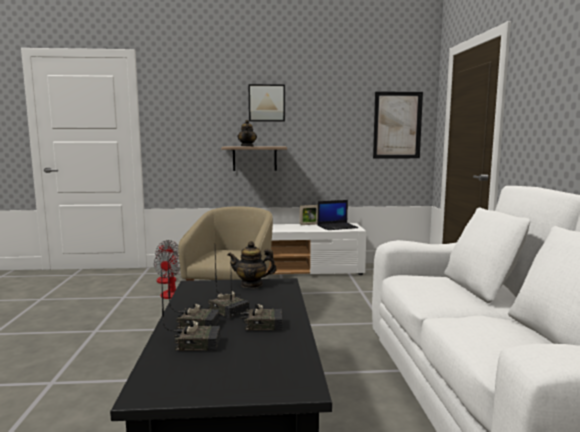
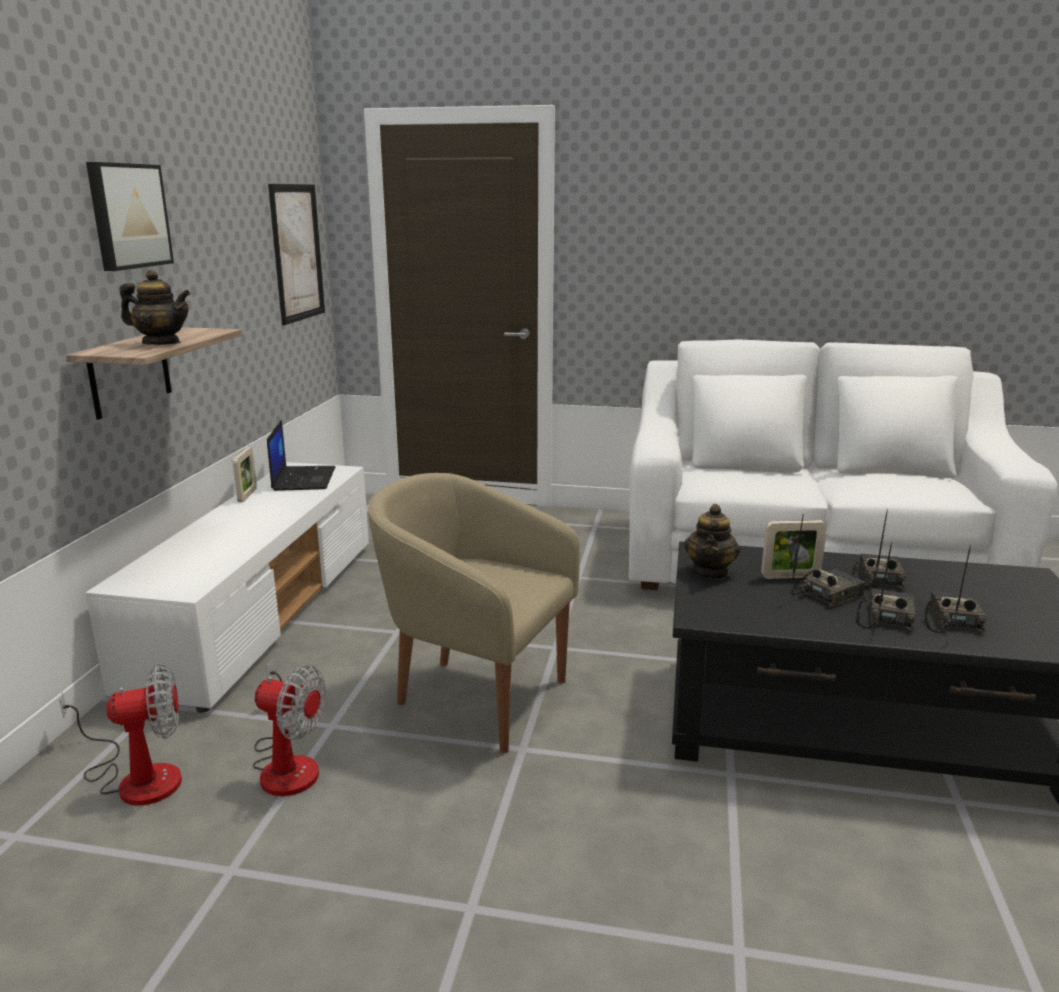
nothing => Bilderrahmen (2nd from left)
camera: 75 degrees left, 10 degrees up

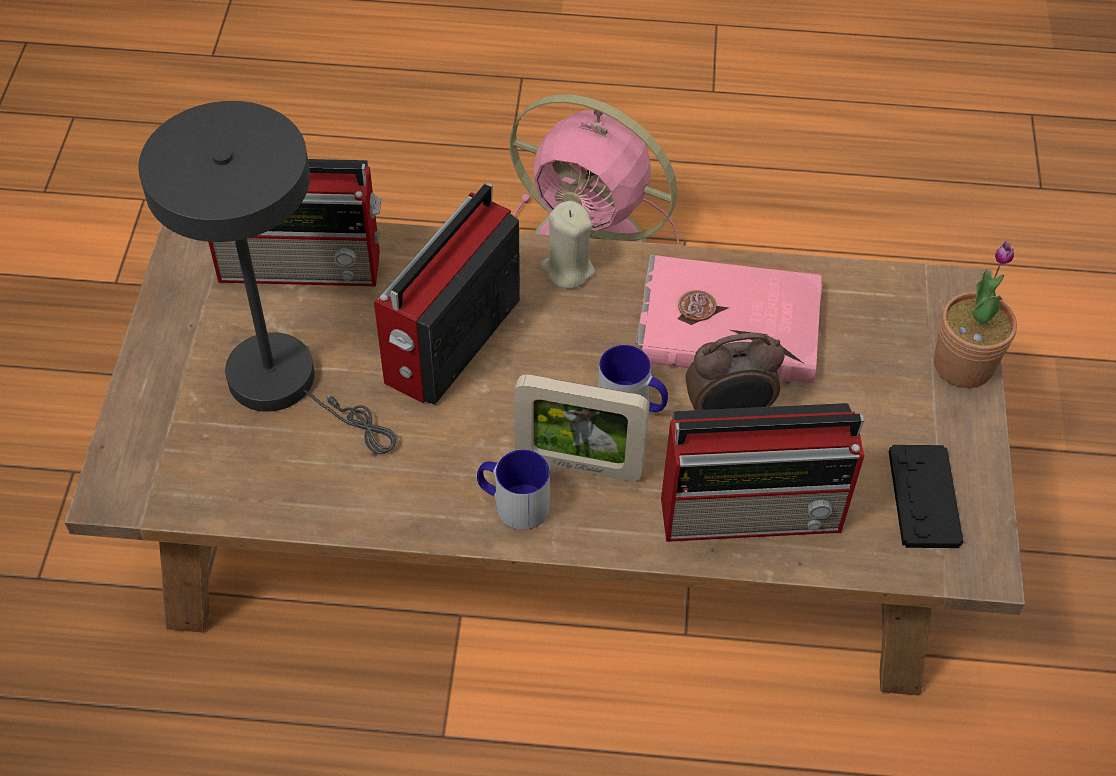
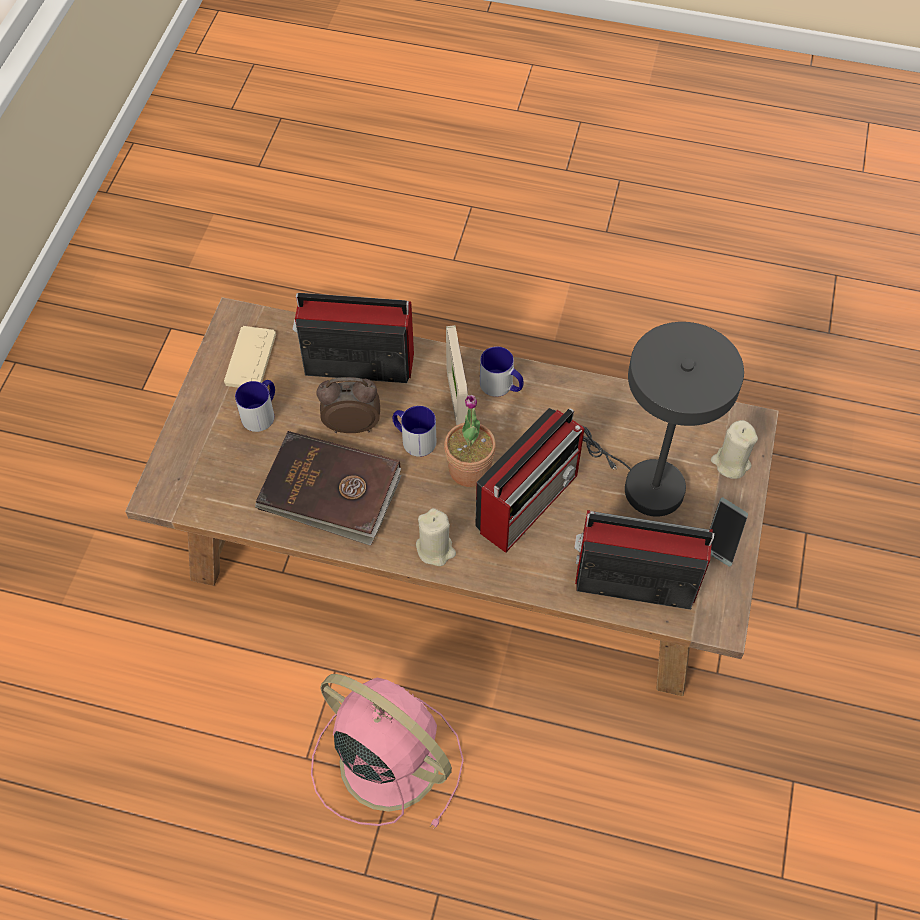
Topfpflanze, move
Buch [rosa] => Buch [braun]
Bilderrahmen, 120 degrees counterclockwise
Gamepad [schwarz] => Gamepad [beige]
nothing => Henkelbecher (1st from left)
nothing => Kerze [beige] (2nd from left)
nothing => Handy
camera: 170 degrees left, 5 degrees up

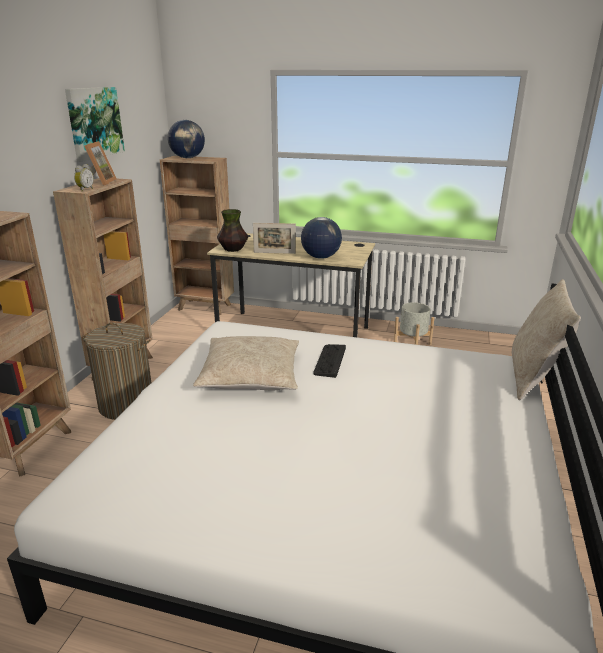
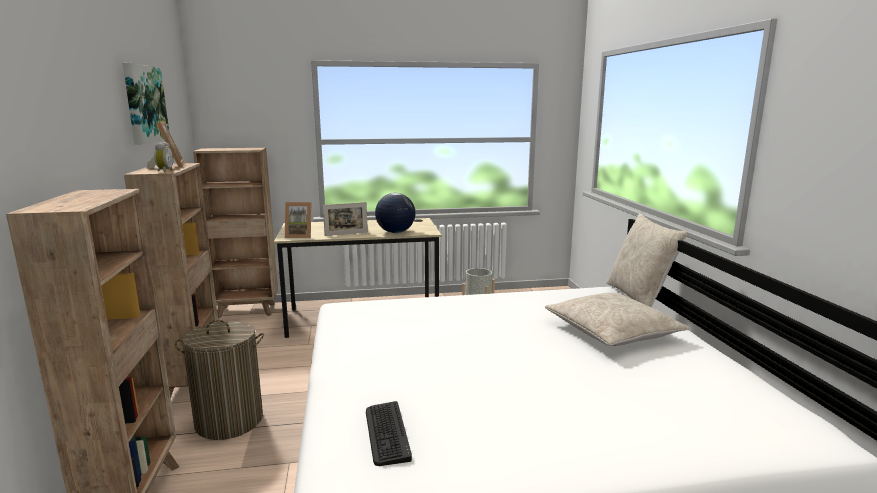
Globus (1st from left) => nothing
Vase => Bilderrahmen (2nd from left)
Kissen [beige] (1st from left), move
Tastatur, move
camera: 25 degrees left, 10 degrees down

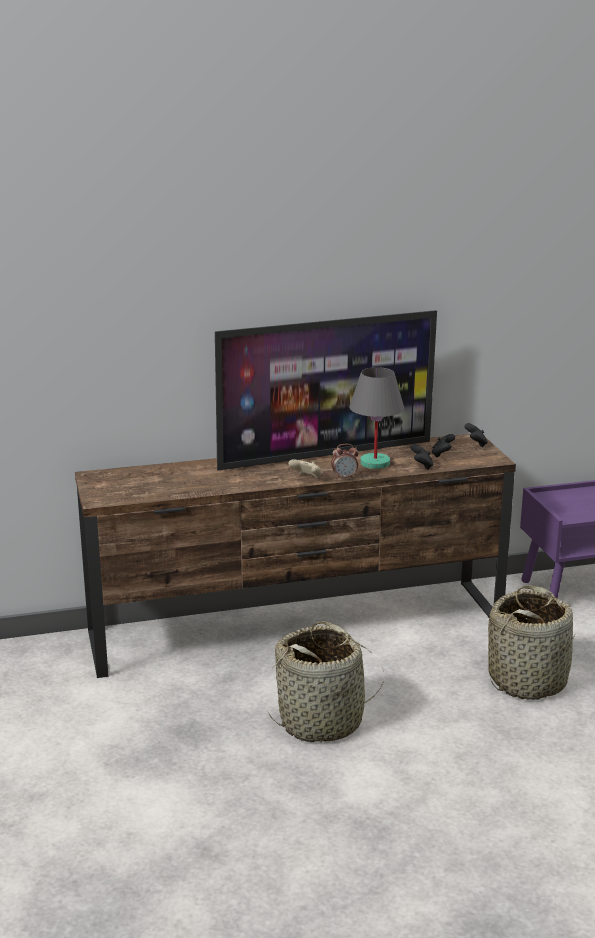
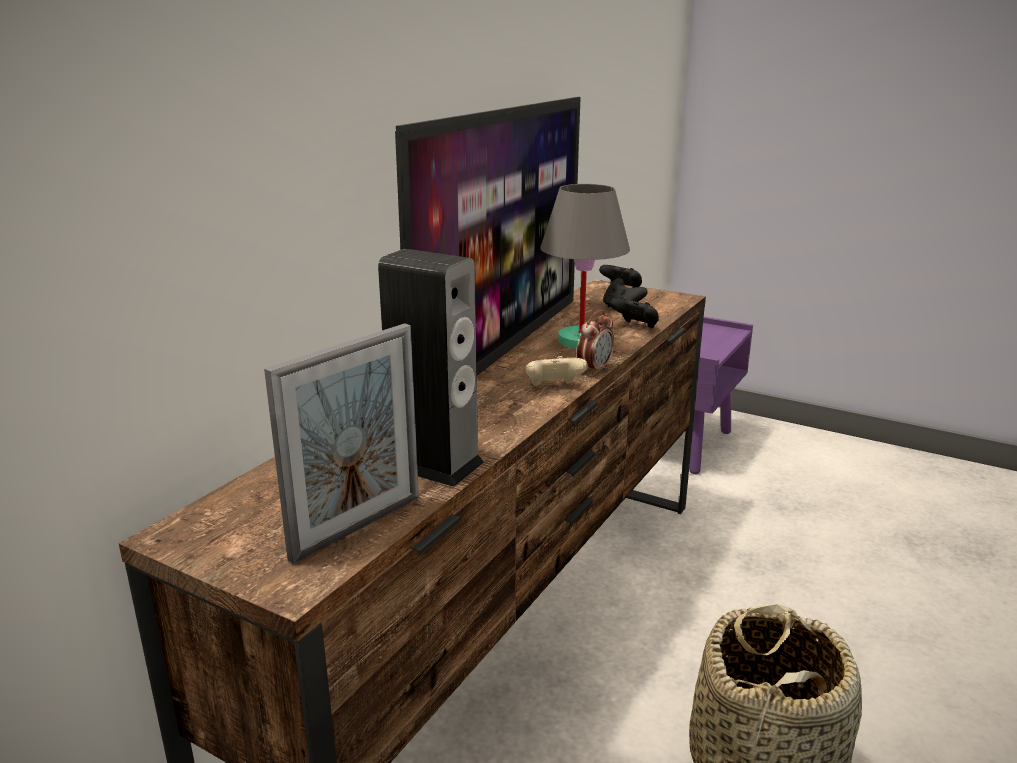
Korb (2nd from left) => nothing
nothing => Lautsprecher
nothing => Bilderrahmen
camera: 45 degrees left, 0 degrees up

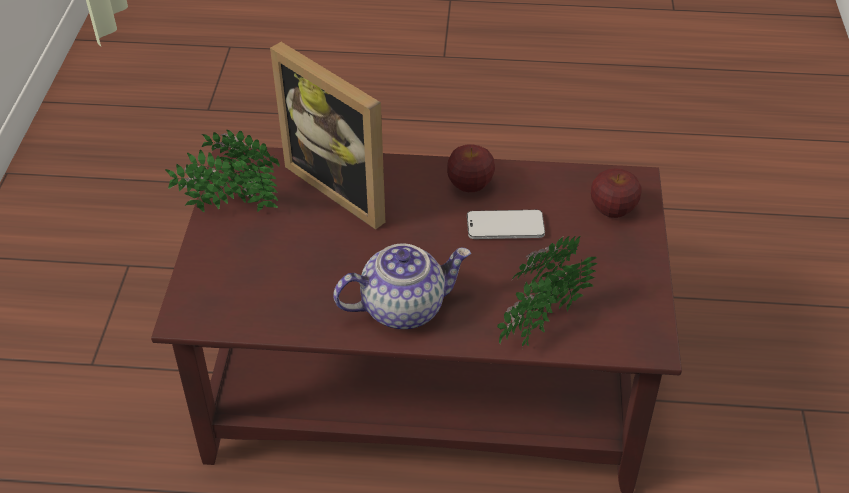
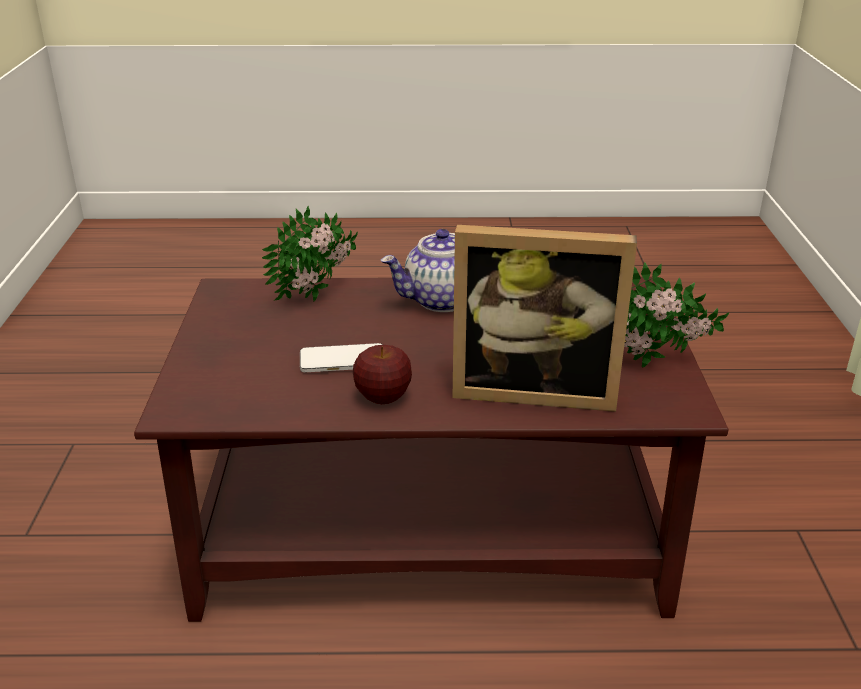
Bilderrahmen, 150 degrees clockwise
Apfel (2nd from left) => nothing
camera: 175 degrees right, 15 degrees down

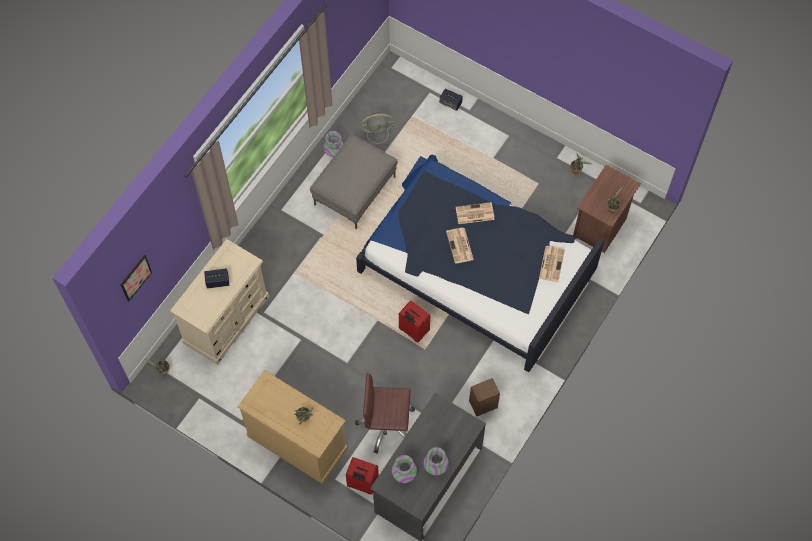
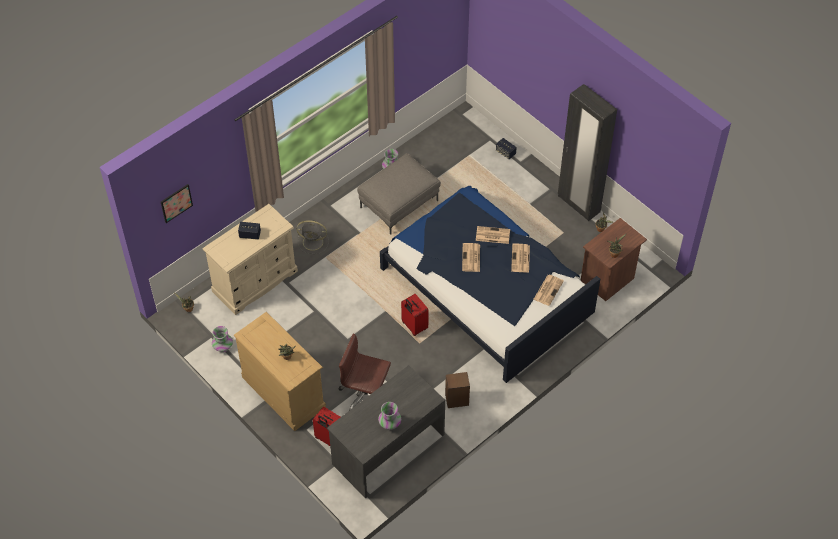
Ventilator [grau], move
Vase (2nd from left in the first image) => Vase (1st from left), move
nothing => Kleiderschrank [schwarz]
nothing => Zeitung (3rd from left)
camera: 15 degrees right, 10 degrees down

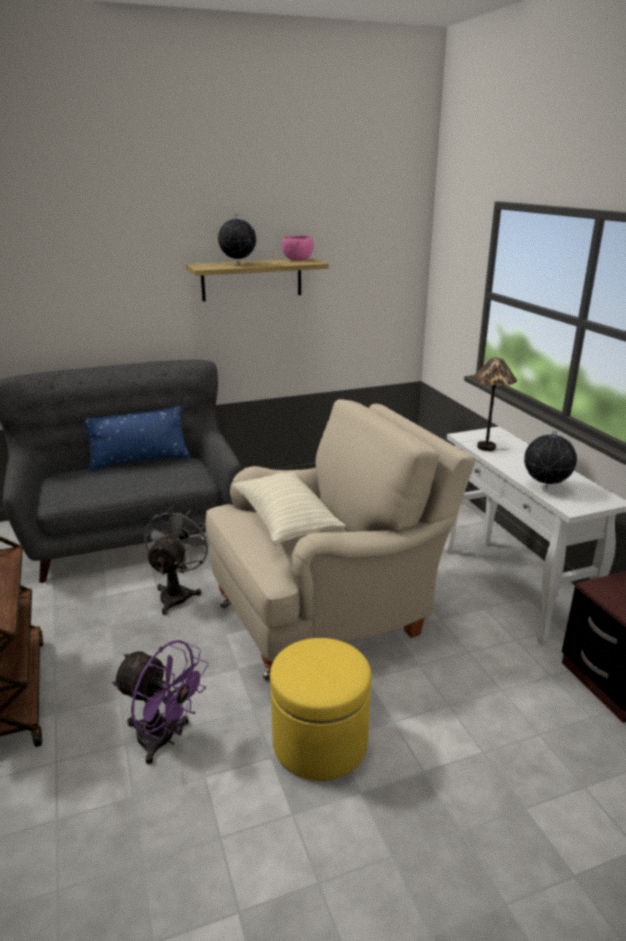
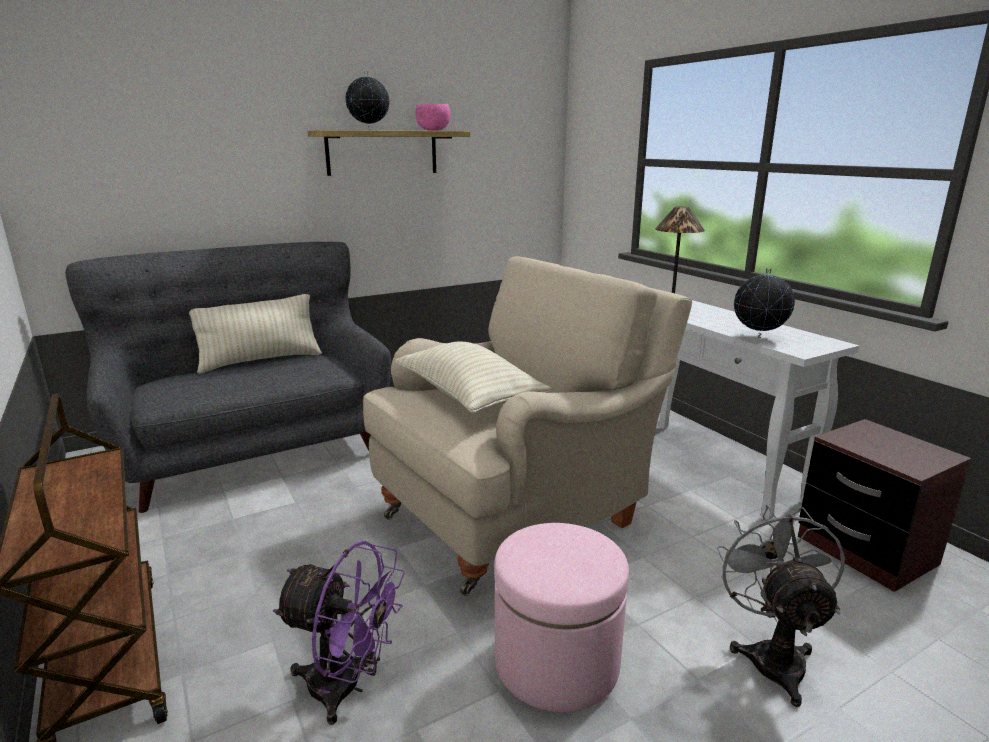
Kissen [blau] => Kissen [beige] (1st from left)
Ventilator [grau], move
Polsterhocker [gelb] => Polsterhocker [rosa]
camera: 10 degrees left, 5 degrees down

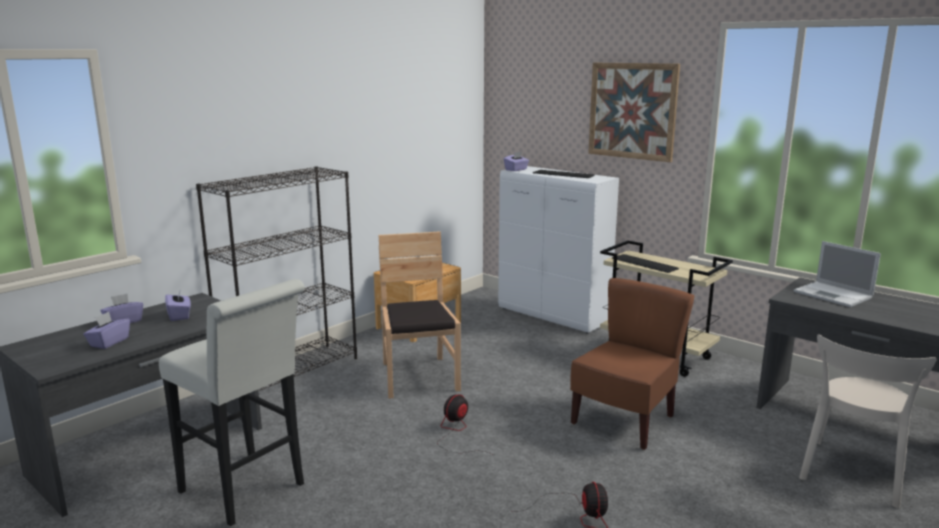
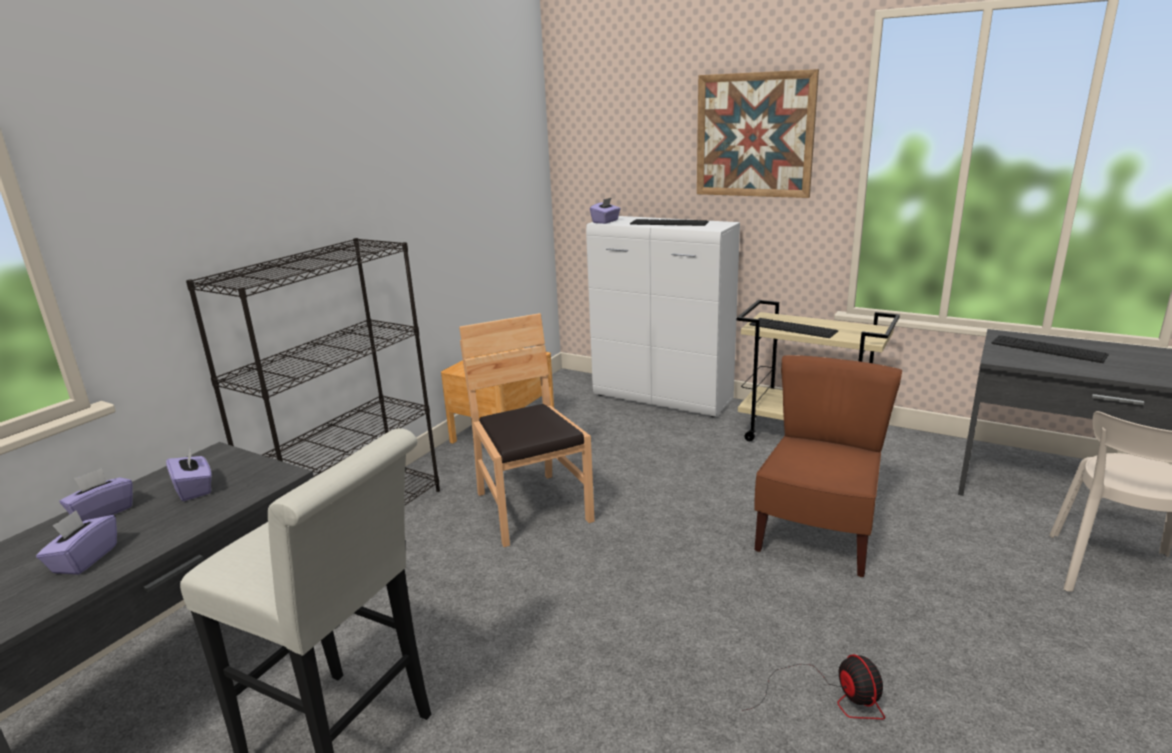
Laptop => Tastatur (3rd from left)
Ventilator (1st from left) => nothing
camera: 10 degrees left, 5 degrees up

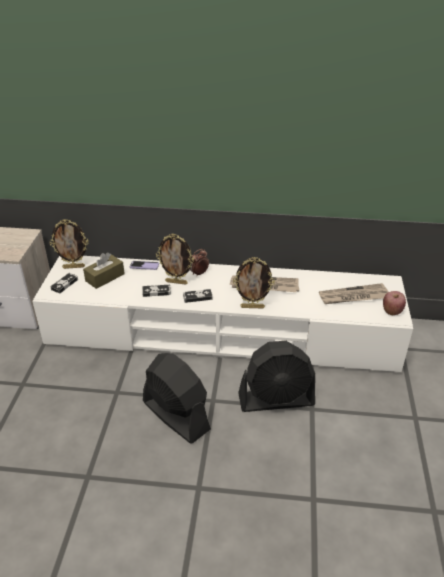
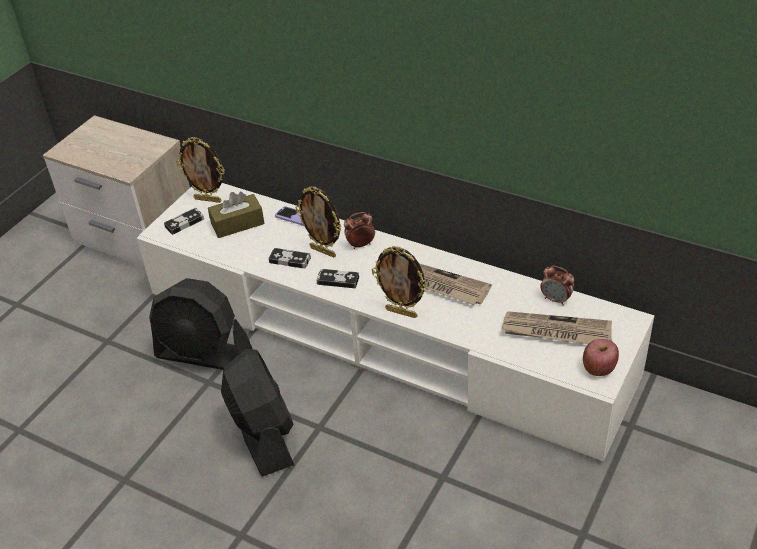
Ventilator [schwarz] (2nd from left in the first image) => Ventilator [schwarz] (1st from left), move
nothing => Wecker (2nd from left)
camera: 25 degrees right, 5 degrees up

